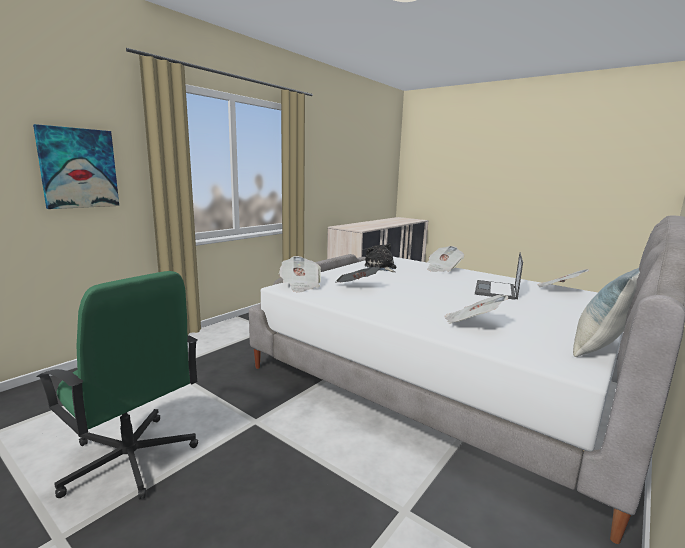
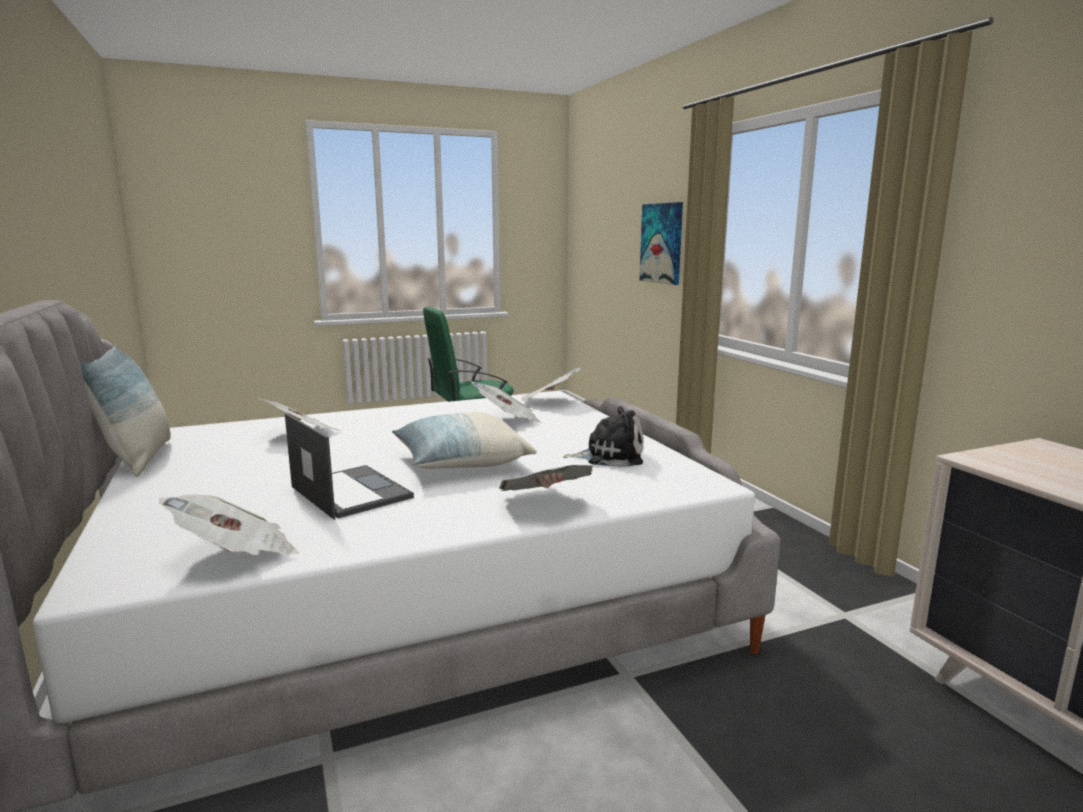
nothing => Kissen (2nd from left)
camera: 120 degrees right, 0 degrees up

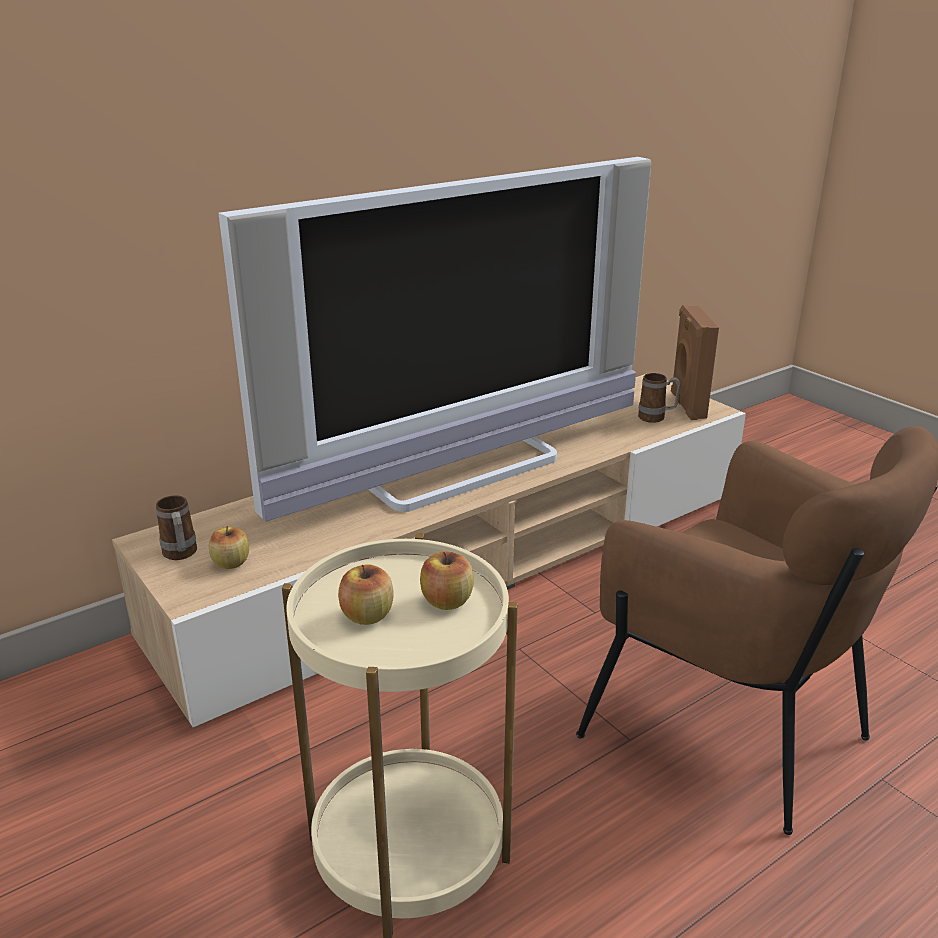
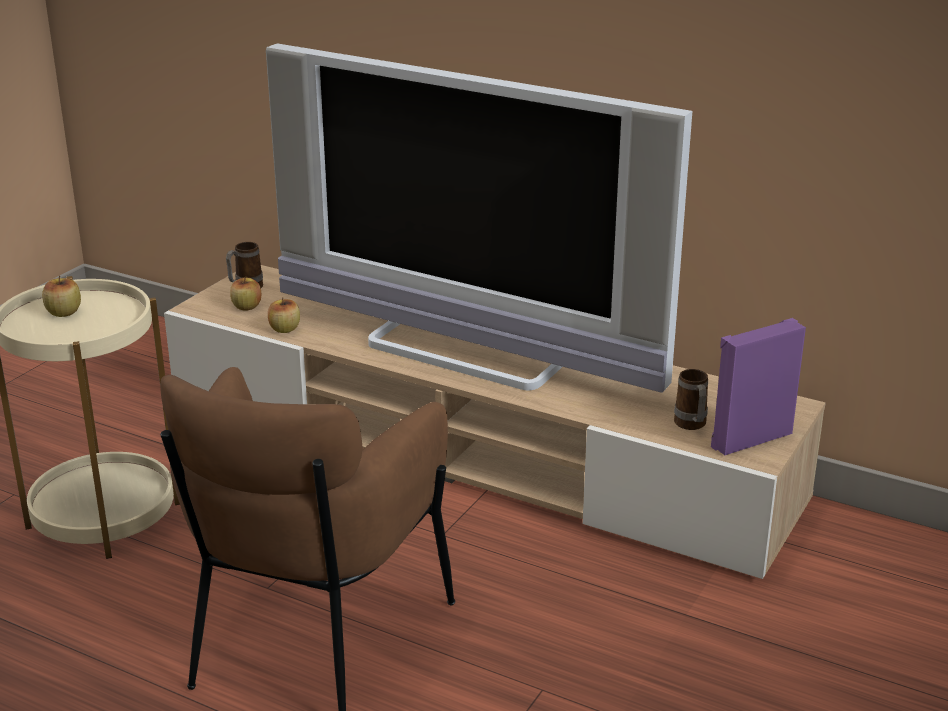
Lautsprecher [braun] => Lautsprecher [lila]
Apfel (3rd from left), move
camera: 65 degrees right, 0 degrees up

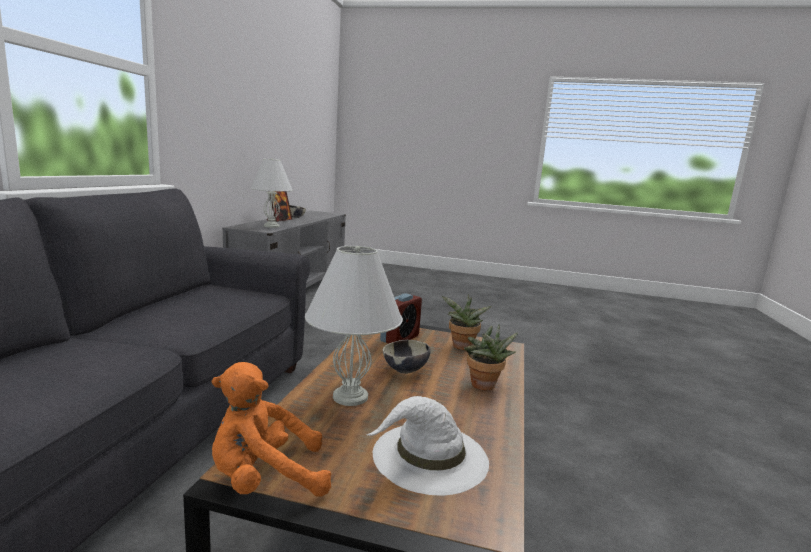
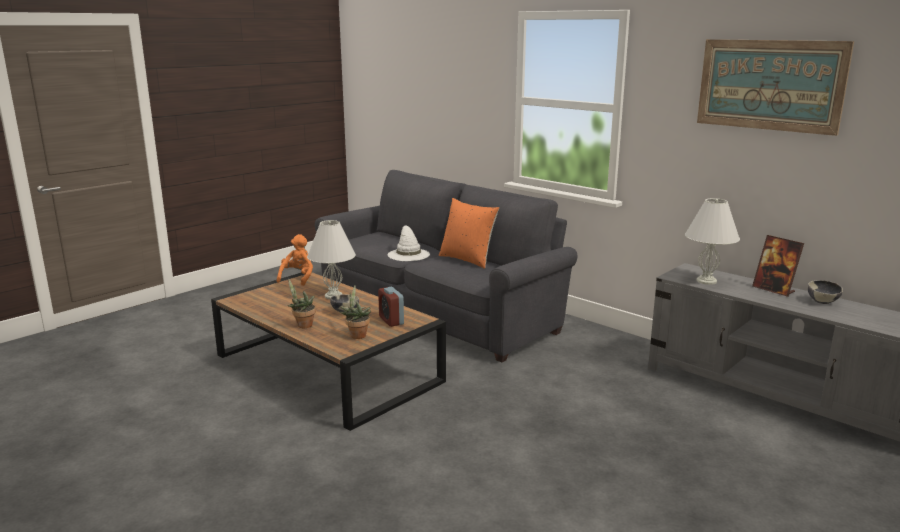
Hut [weiß], move
nothing => Bild
nothing => Kissen [orange]
camera: 120 degrees right, 5 degrees up

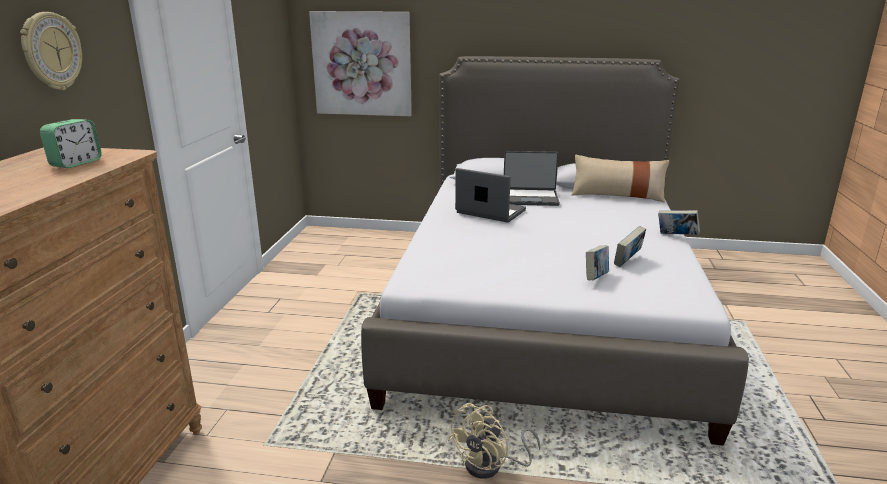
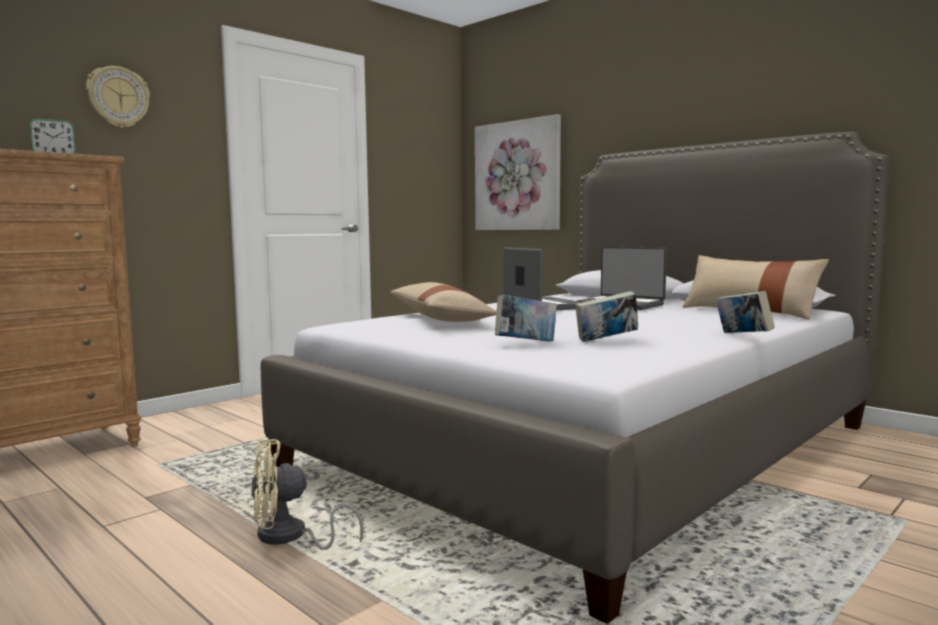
nothing => Kissen [beige] (1st from left)
camera: 35 degrees right, 15 degrees down

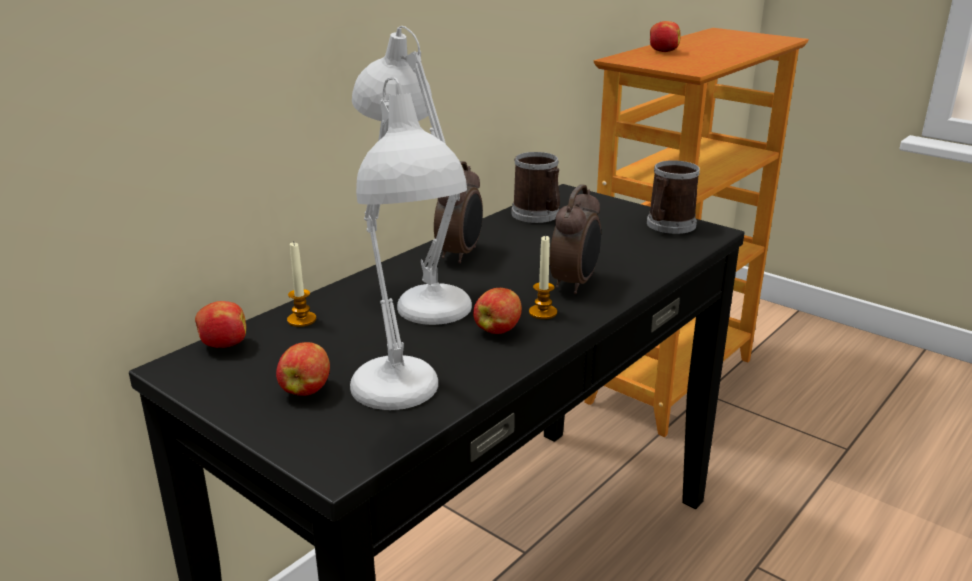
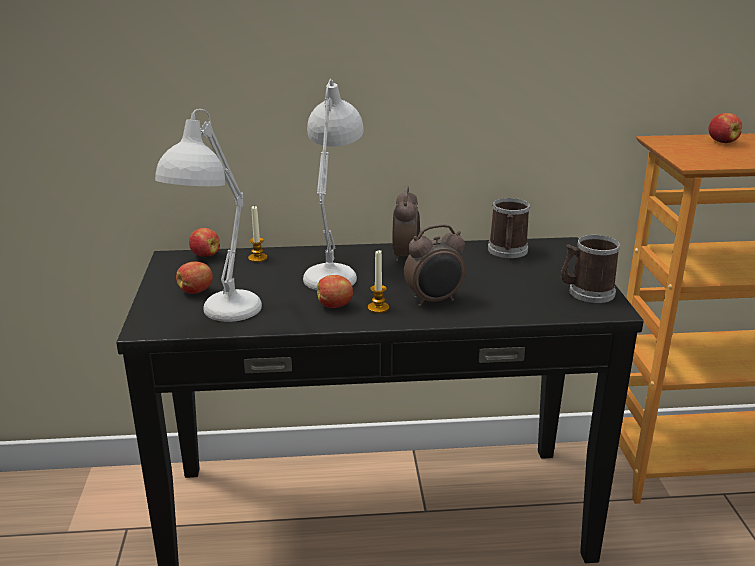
Wecker (1st from left), 60 degrees counterclockwise
camera: 45 degrees right, 0 degrees up

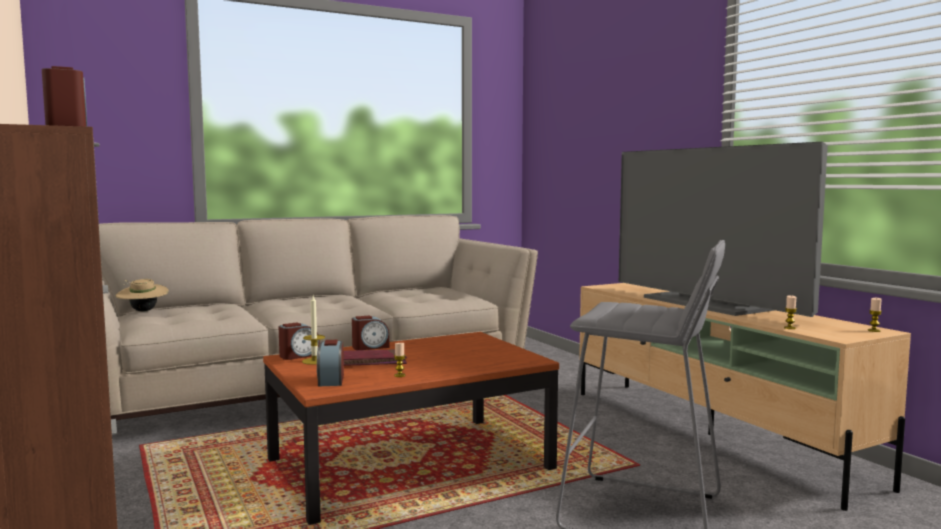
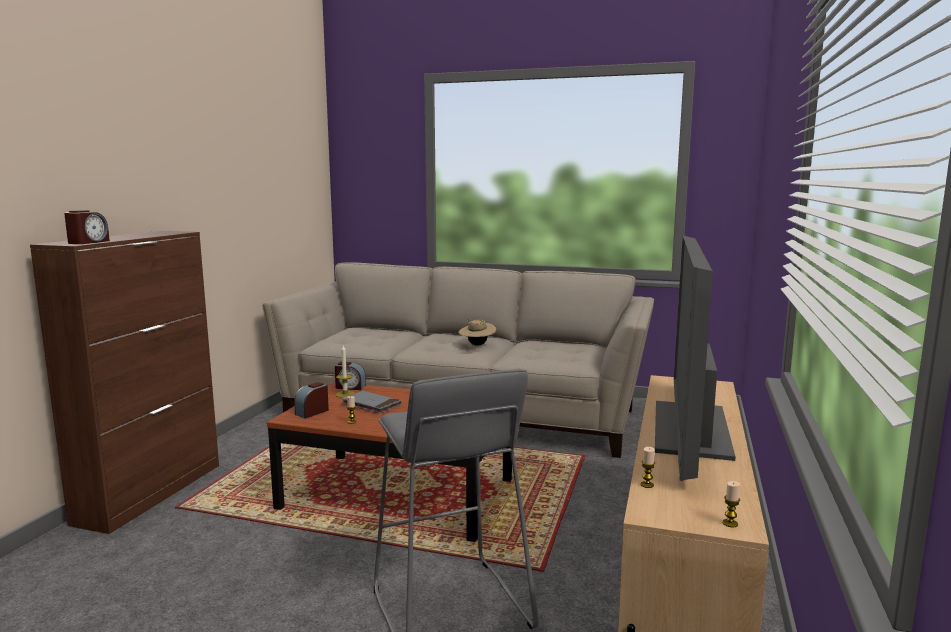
Hut [beige], move
Wecker (4th from left) => nothing
Buch [rot] => Buch [grau]
camera: 45 degrees right, 5 degrees up

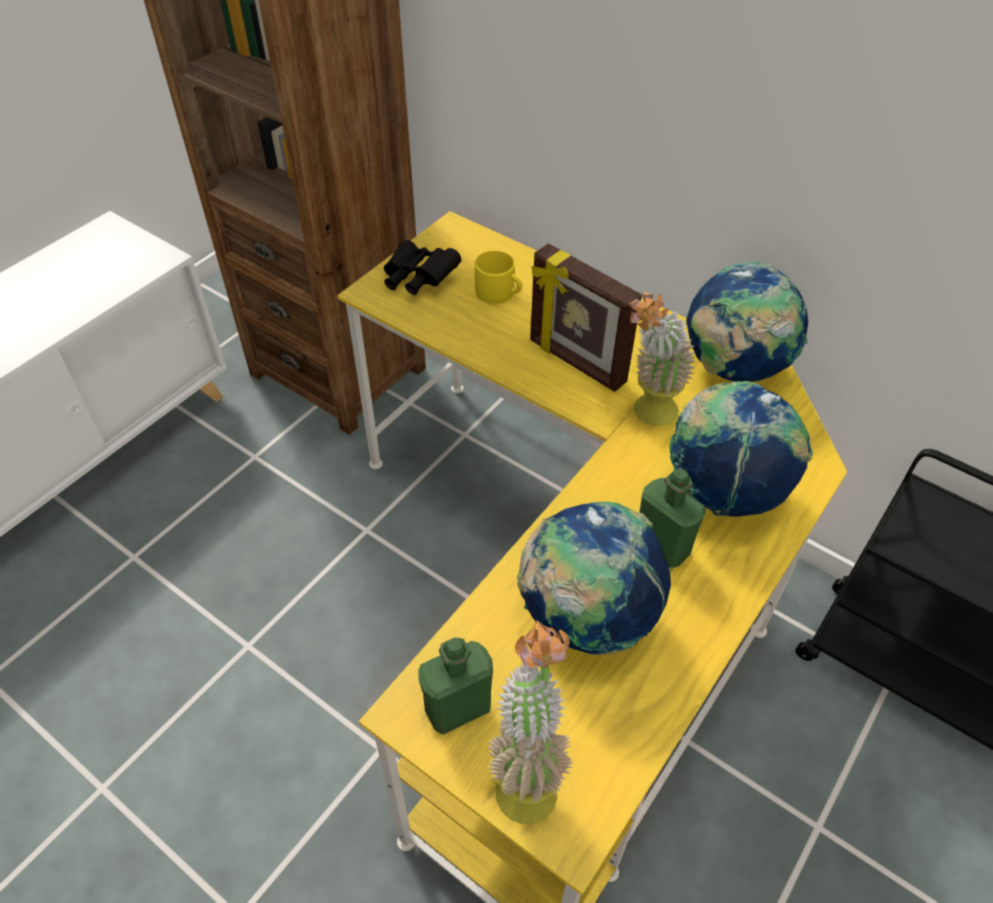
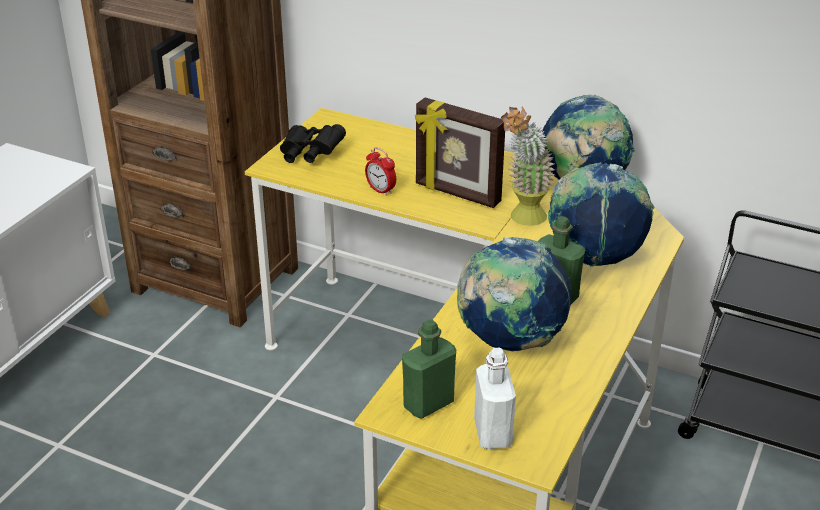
Henkelbecher [gelb] => nothing
Topfpflanze (1st from left) => Flasche [weiß]
nothing => Wecker
camera: 10 degrees left, 15 degrees down

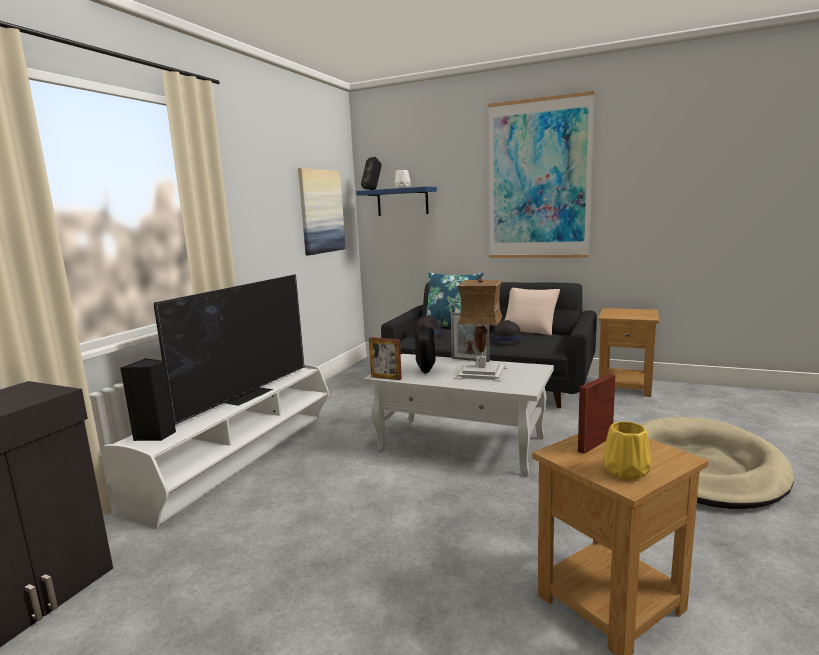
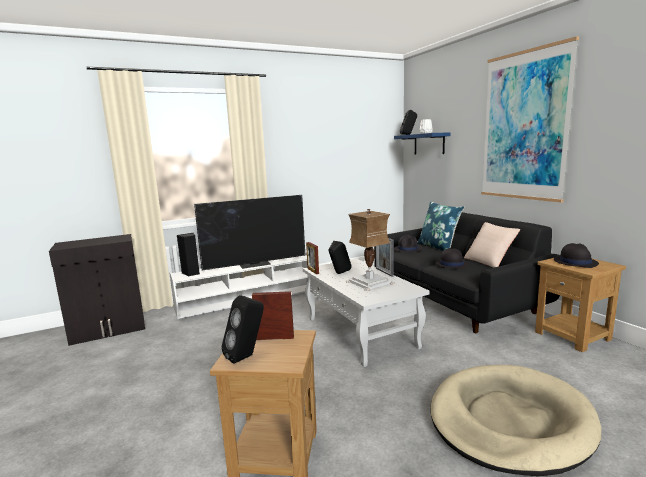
Bild (1st from left) => nothing
Vase [gelb] => Lautsprecher [schwarz] (2nd from left)
nothing => Hut [schwarz] (3rd from left)
camera: 40 degrees right, 0 degrees up

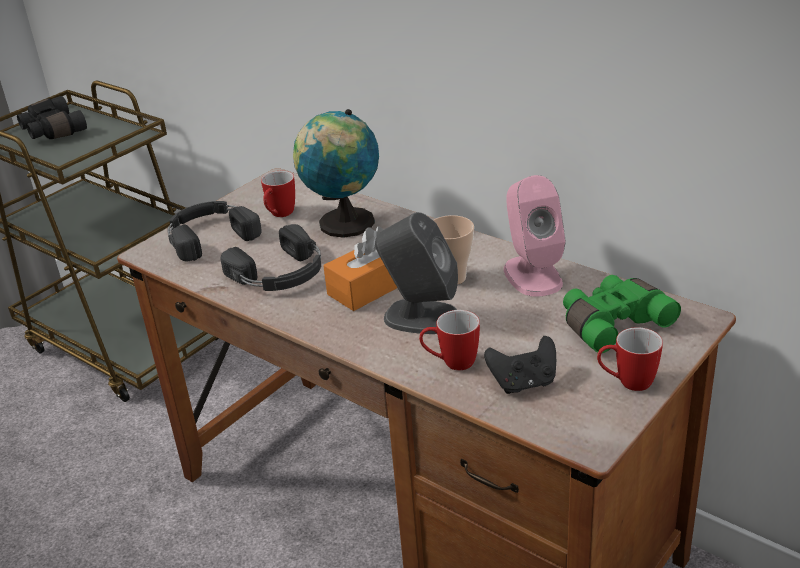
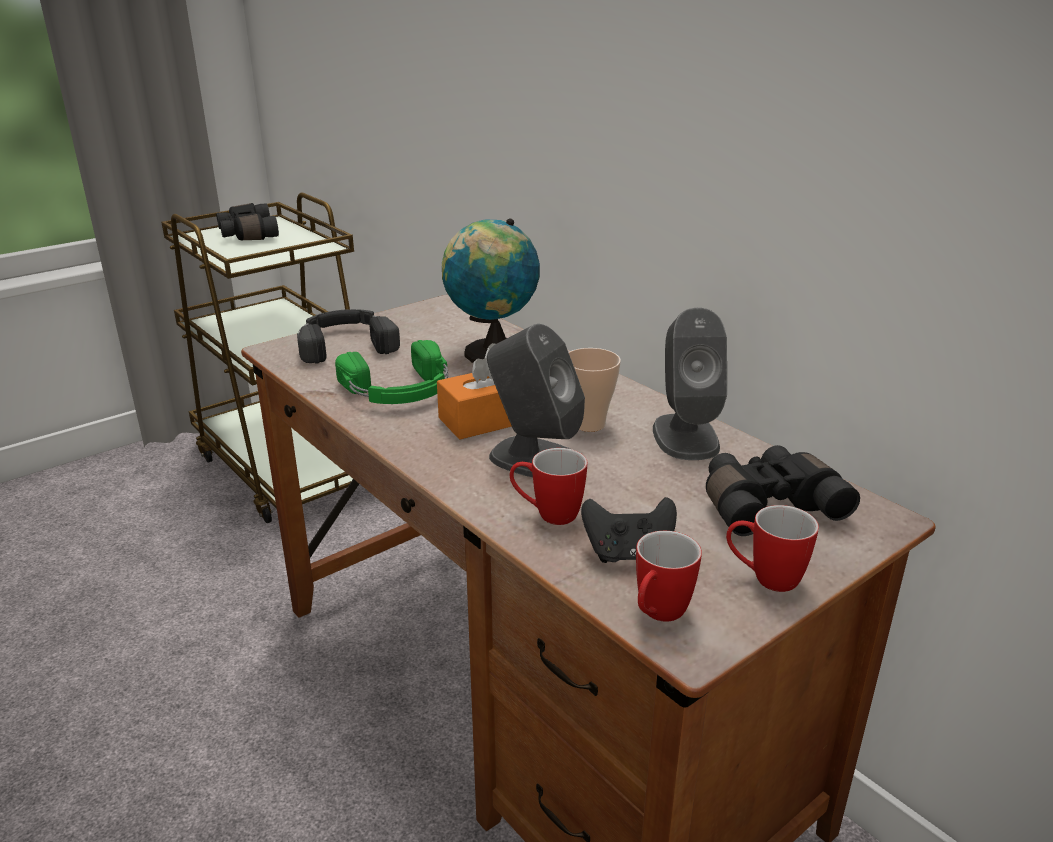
Henkelbecher (1st from left in the first image) => Henkelbecher (2nd from left), move
Lautsprecher [rosa] => Lautsprecher [grau] (2nd from left)
Kopfhörer [schwarz] (2nd from left) => Kopfhörer [grün]
Fernglas [grün] => Fernglas [schwarz] (2nd from left)
camera: 10 degrees right, 5 degrees down

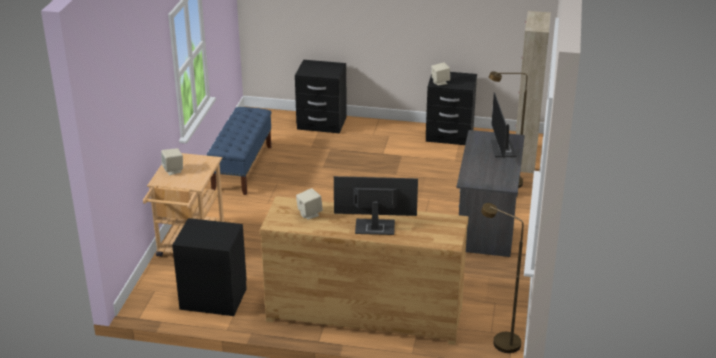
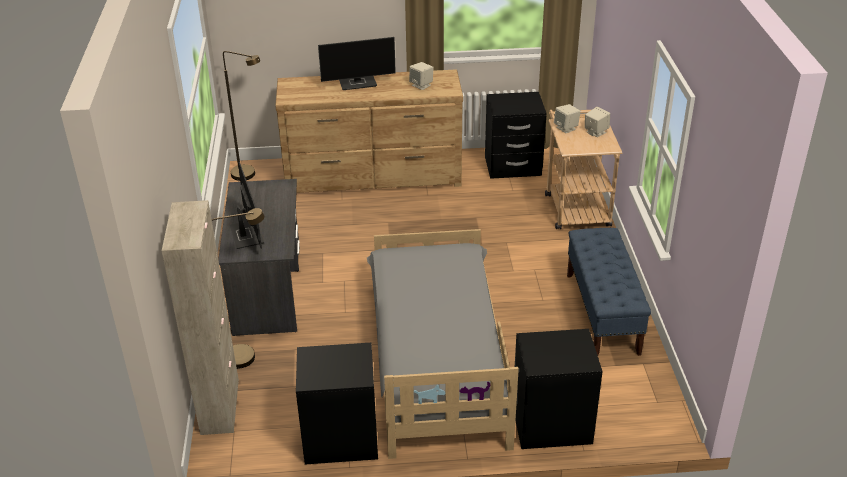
Lautsprecher [beige] (3rd from left in the first image) => Lautsprecher [beige] (2nd from left), move
nothing => Bett [grau]
camera: 165 degrees right, 5 degrees up

